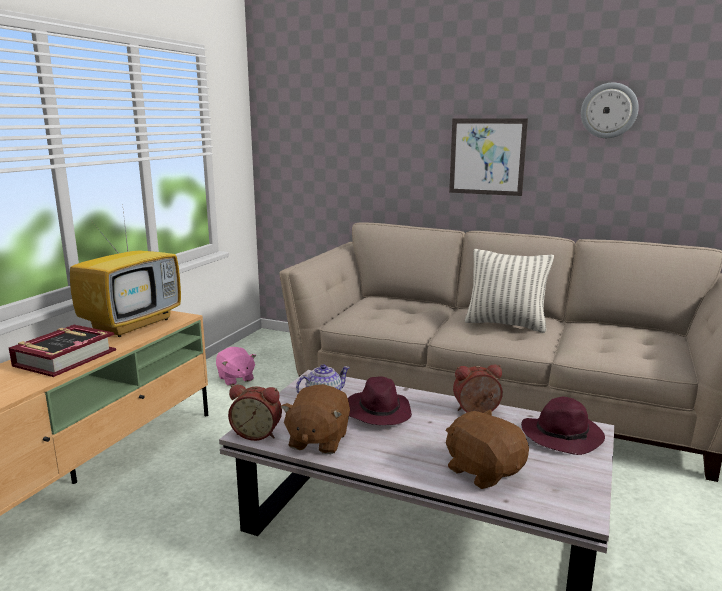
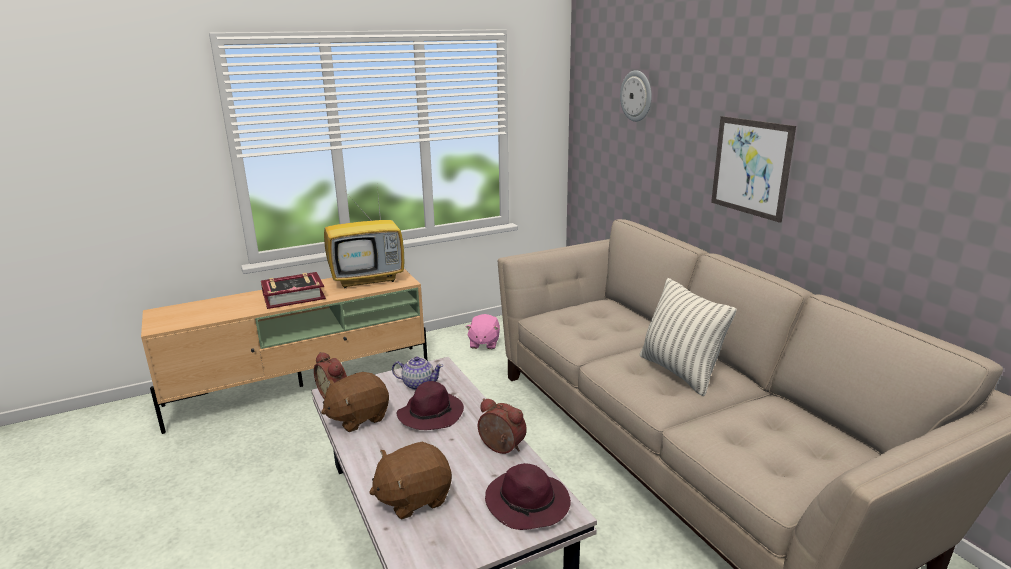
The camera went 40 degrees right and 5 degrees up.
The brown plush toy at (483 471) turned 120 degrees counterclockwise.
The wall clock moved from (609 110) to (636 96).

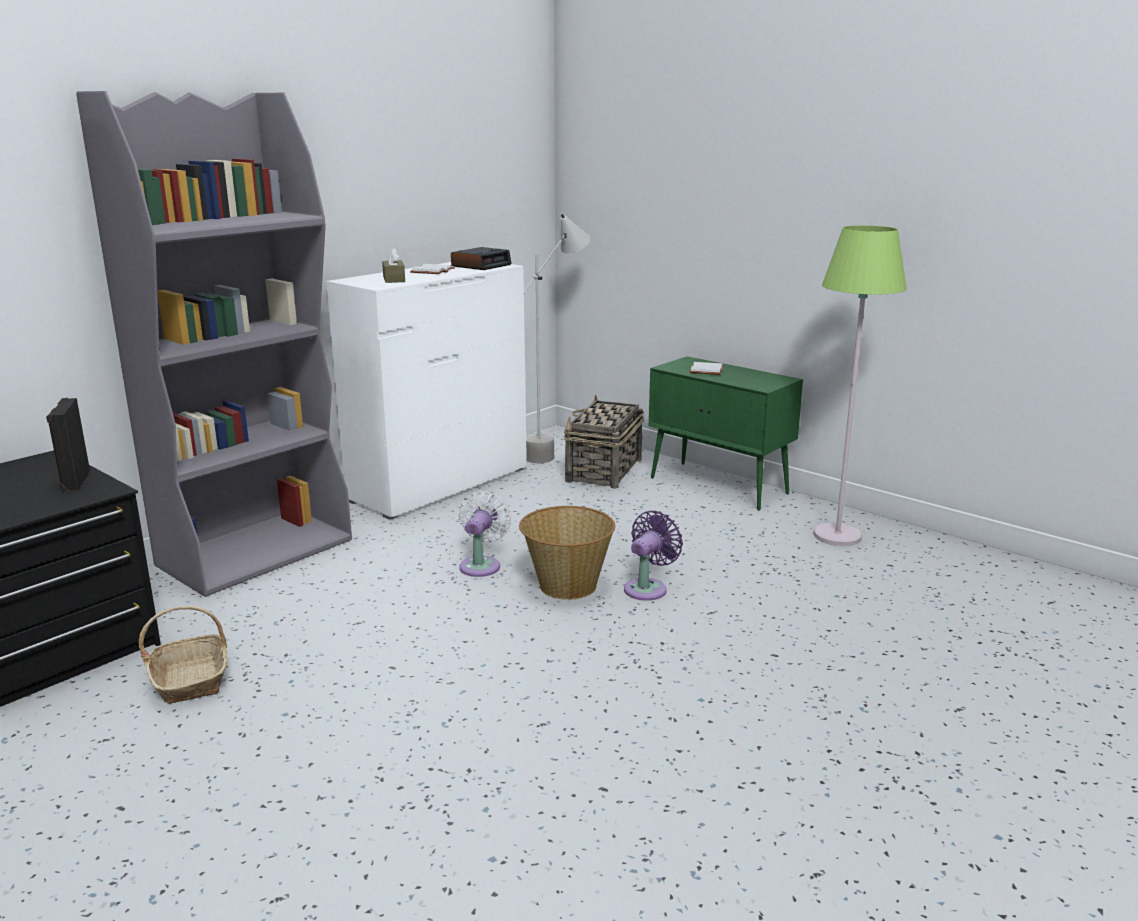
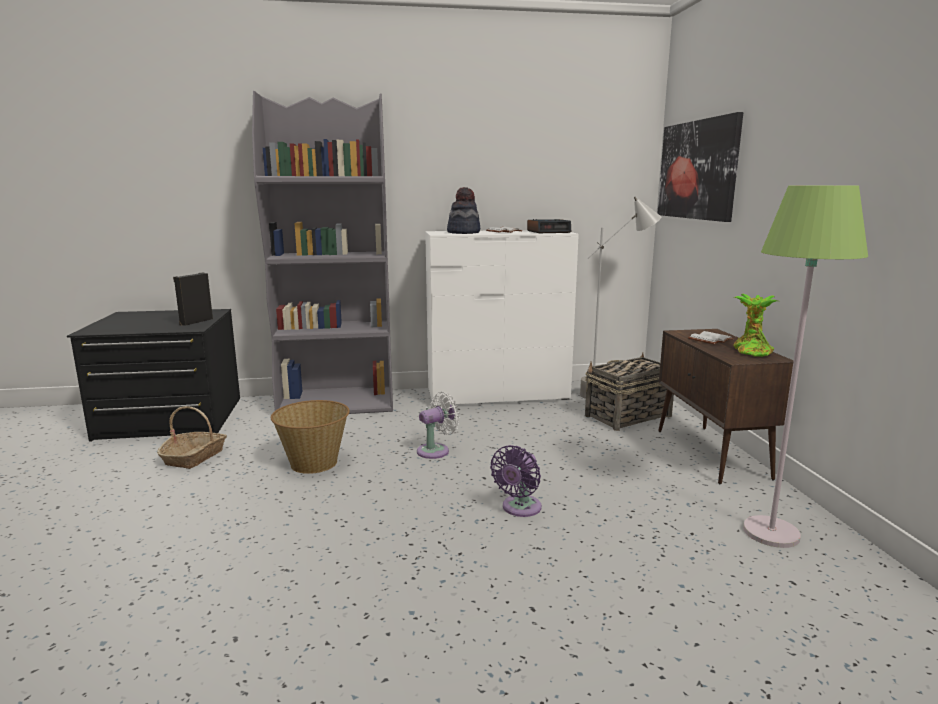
The camera went 40 degrees right and 5 degrees down.
The brown tissue box at (394 279) was replaced by the hat at (463 232).
The basket moved from (567 585) to (314 462).
The purple fan at (648 588) turned 135 degrees clockwise.
The green cabinet at (719 486) became the brown cabinet at (712 454).
The picture at (697 170) appeared.
The potted plant at (751 351) appeared.

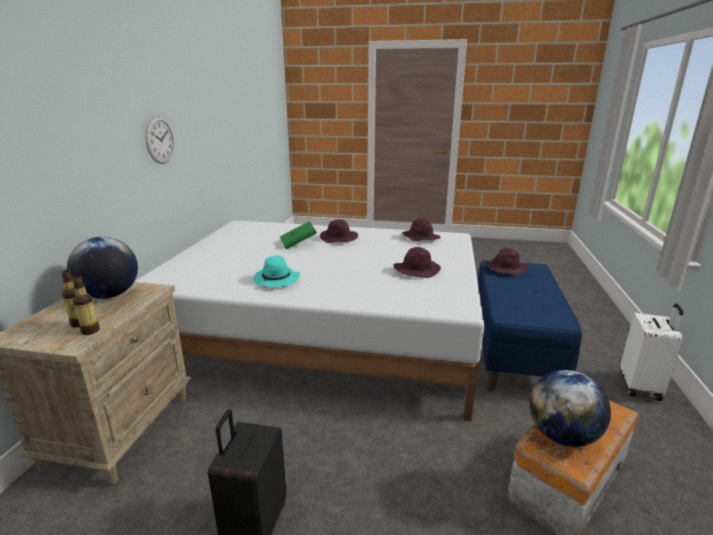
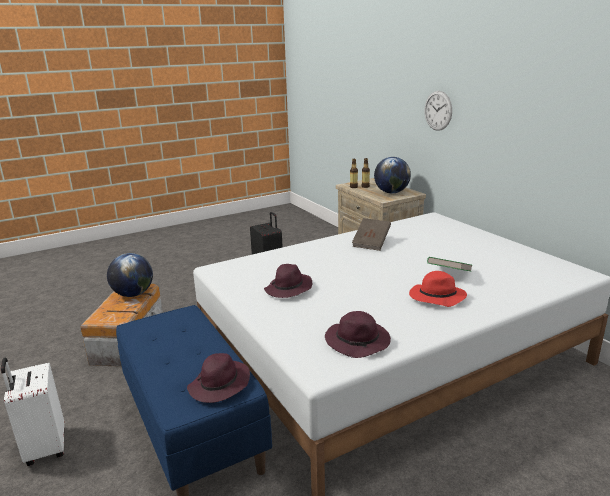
The camera went 140 degrees right and 0 degrees up.
The wall clock moved from (160 140) to (438 110).
The turquoise hat at (277 280) was replaced by the brown book at (371 243).
The purple hat at (339 238) became the red hat at (436 298).

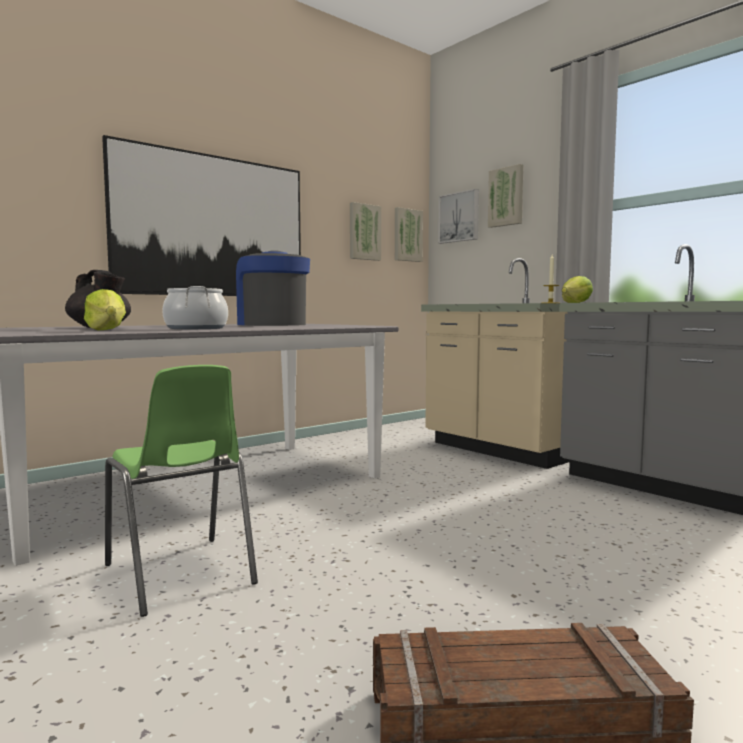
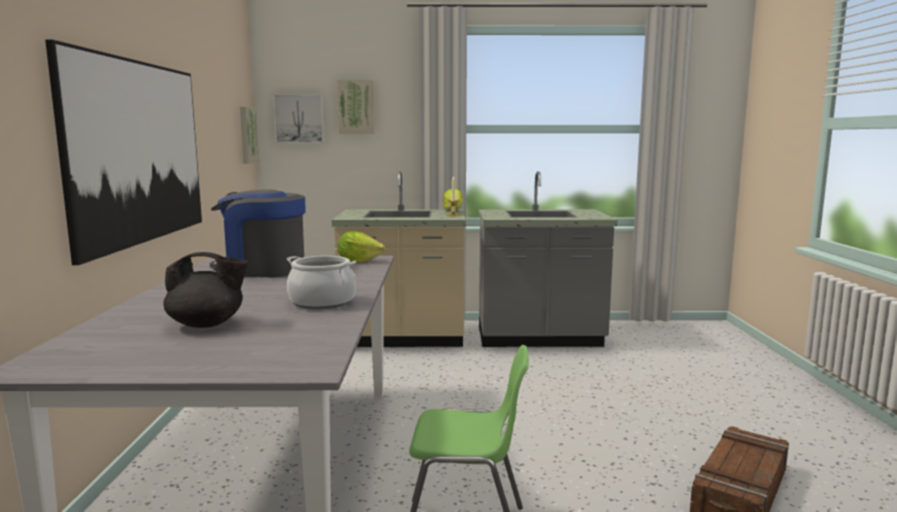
The camera went 50 degrees left and 5 degrees up.
The lettuce moved from (107 330) to (358 261).
The picture at (364 232) disappeared.

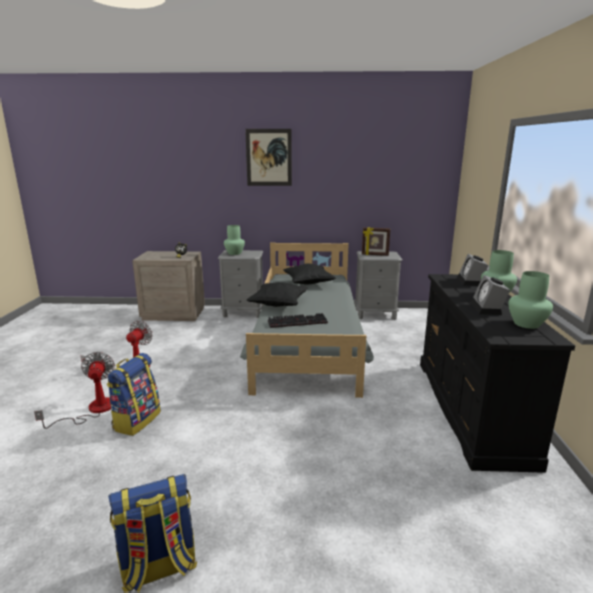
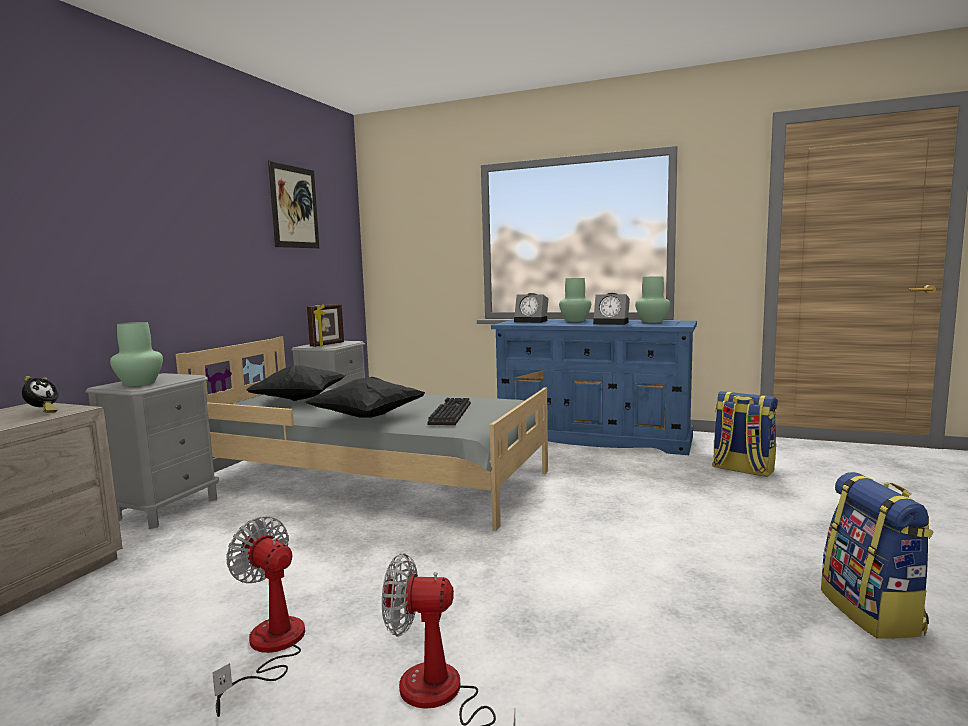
The camera went 70 degrees left and 10 degrees down.
The backpack moved from (136 420) to (742 469).
The picture moved from (269 157) to (294 207).
The black dresser at (471 408) became the blue dresser at (594 438).

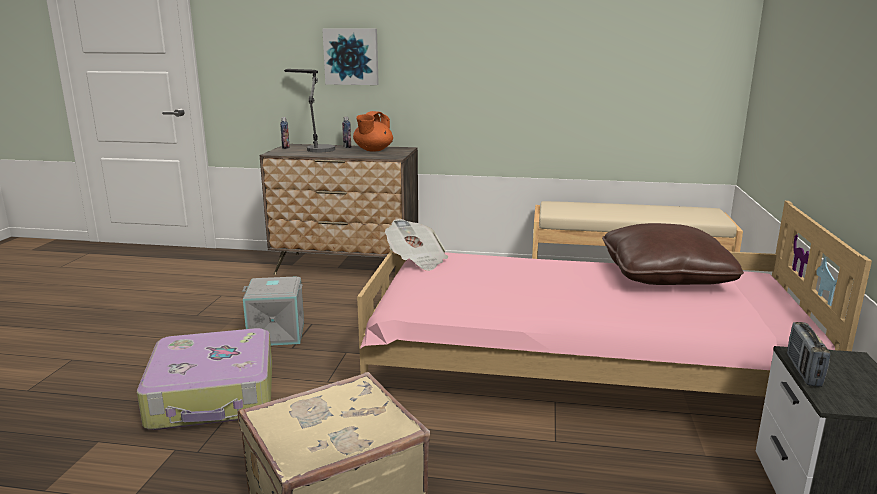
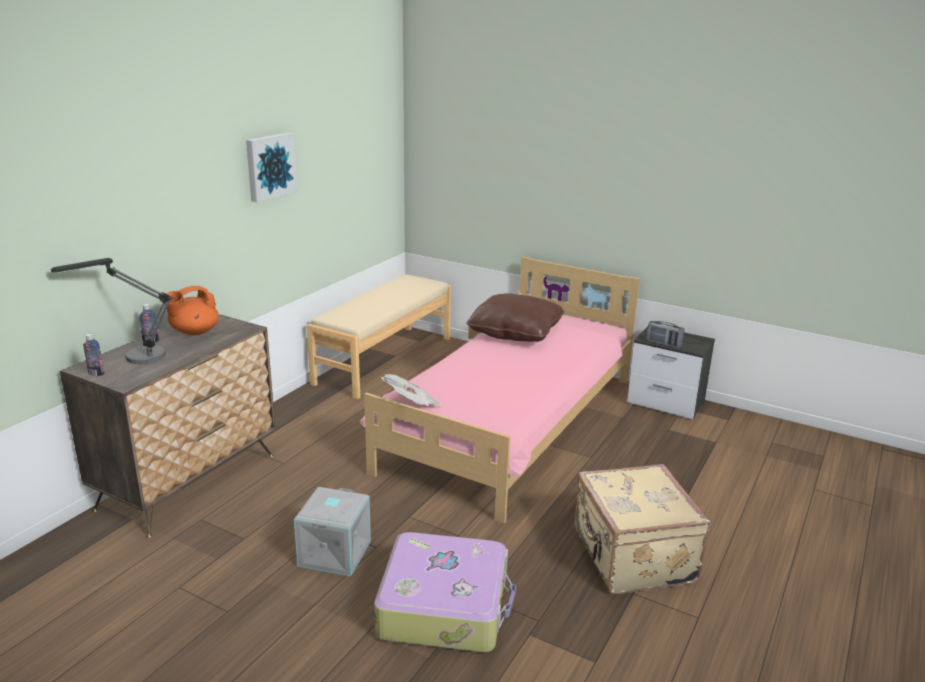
The camera went 70 degrees left and 5 degrees up.
The picture moved from (351 56) to (269 166).
The orange teapot at (373 150) turned 90 degrees clockwise.

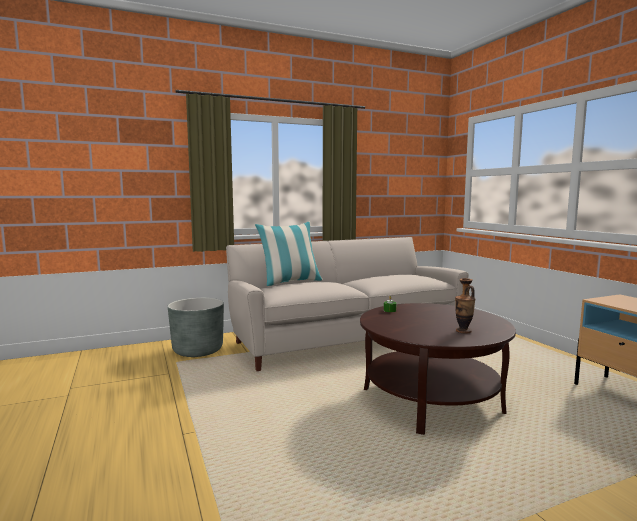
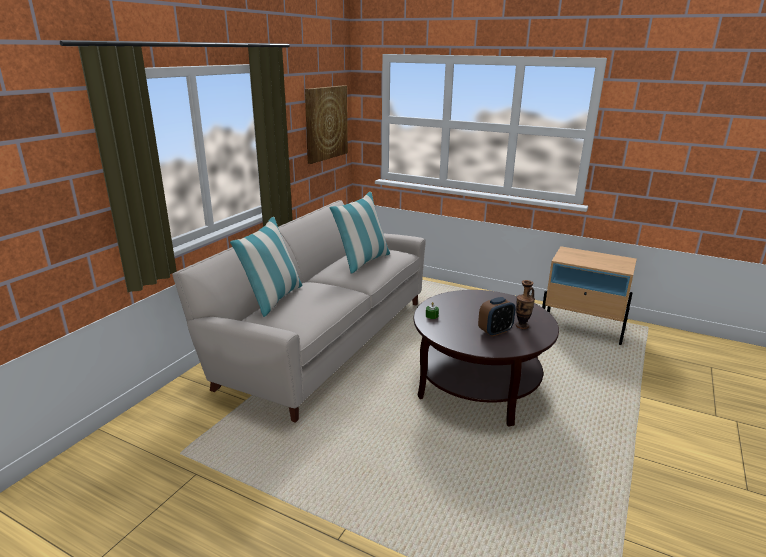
The camera went 40 degrees left and 15 degrees up.
The grey planter at (198 350) disappeared.
The picture at (325 123) appeared.
The pillow at (363 262) appeared.
The alarm clock at (495 331) appeared.

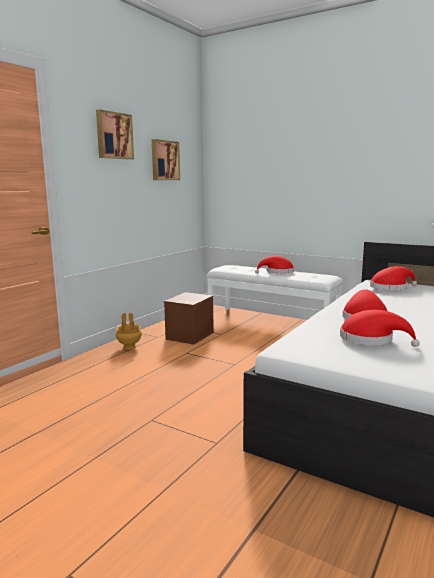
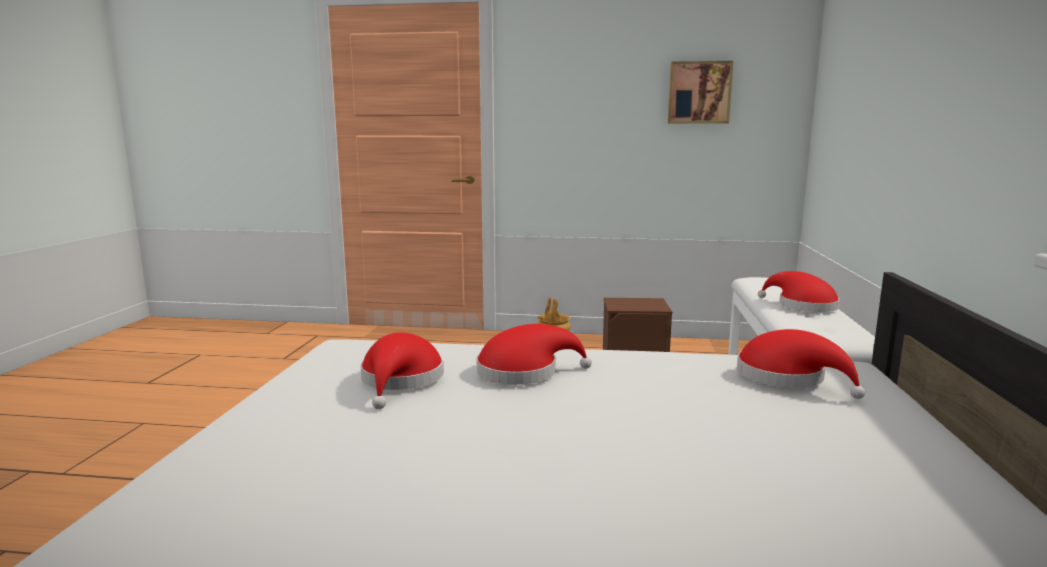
The camera went 65 degrees right and 0 degrees up.
The picture at (114 136) disappeared.

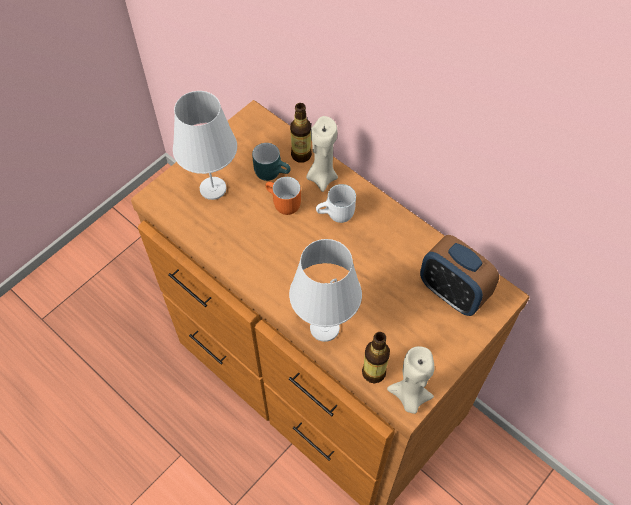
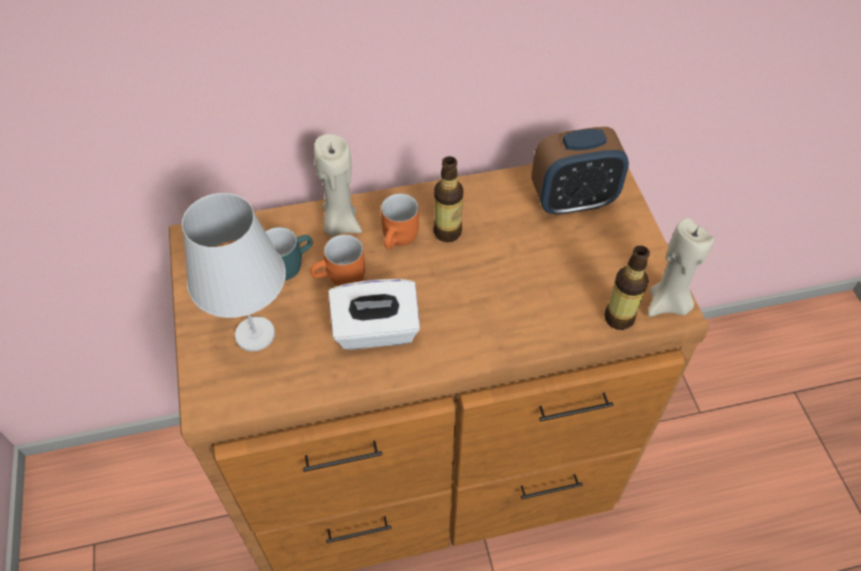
The camera went 55 degrees left and 5 degrees down.
The white table lamp at (324 327) disappeared.
The bottle moved from (301 155) to (447 232).
The white mug at (336 215) became the orange mug at (400 239).
The white tissue box at (376 331) appeared.

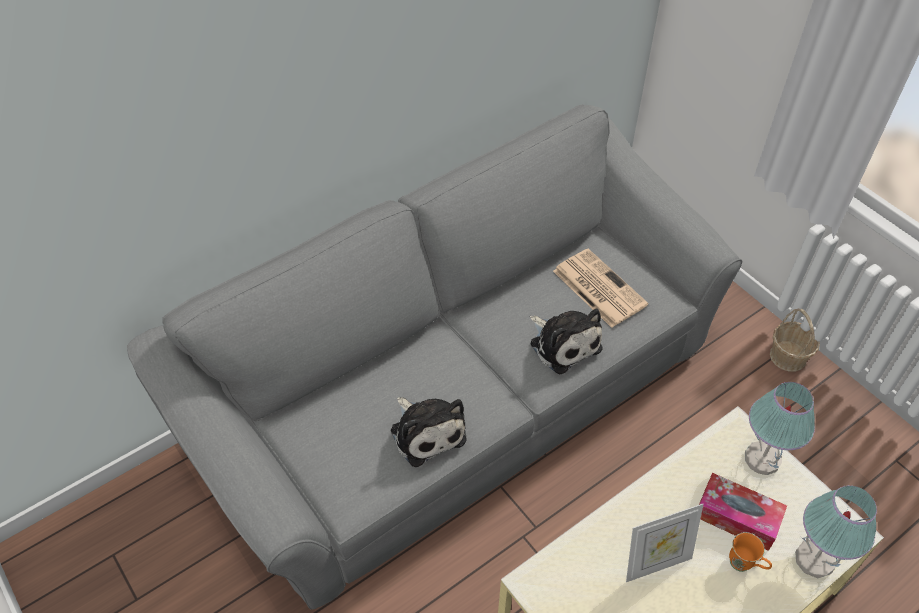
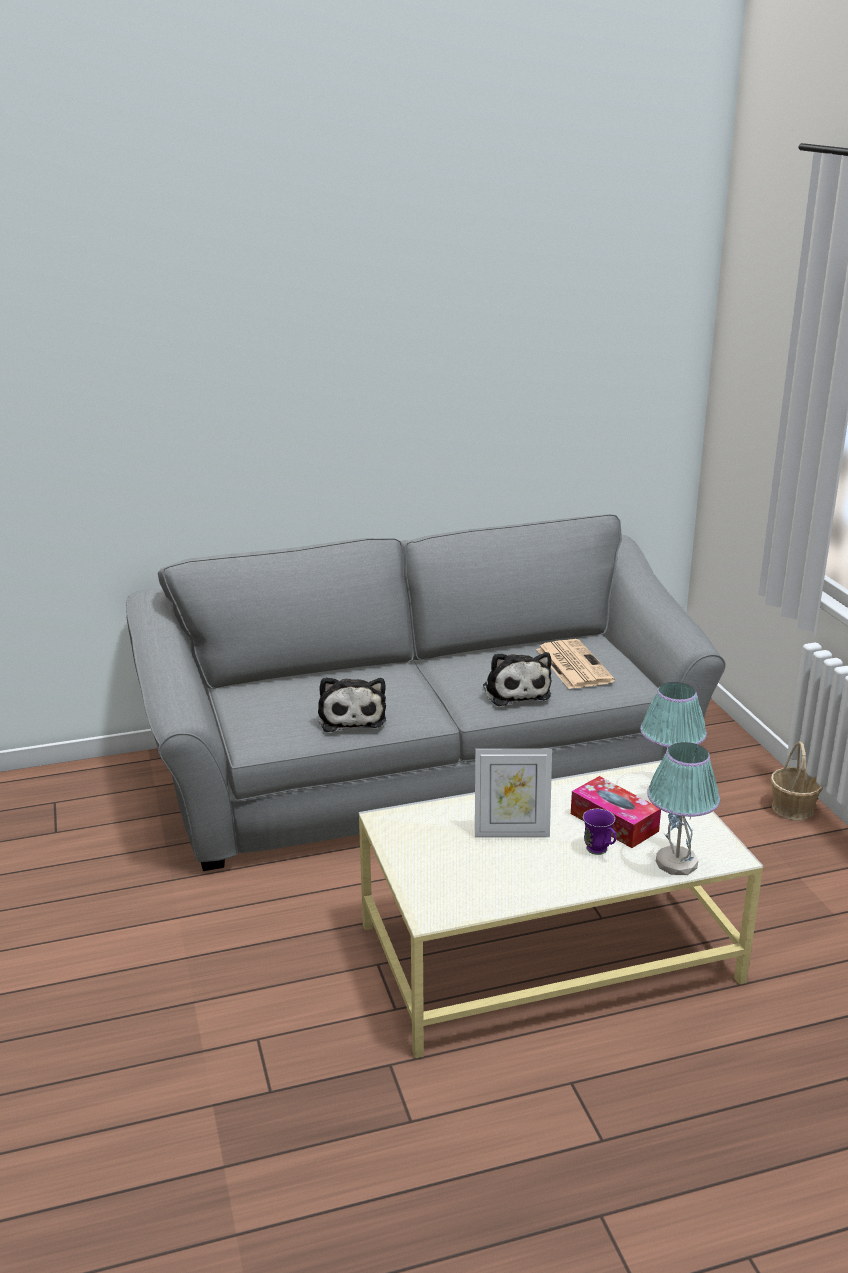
The camera went 20 degrees right and 25 degrees down.
The orange mug at (744 565) became the purple mug at (600 852).

